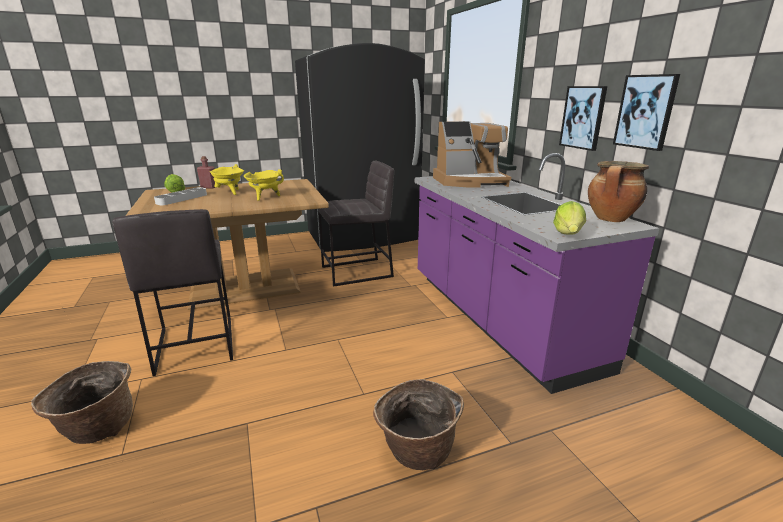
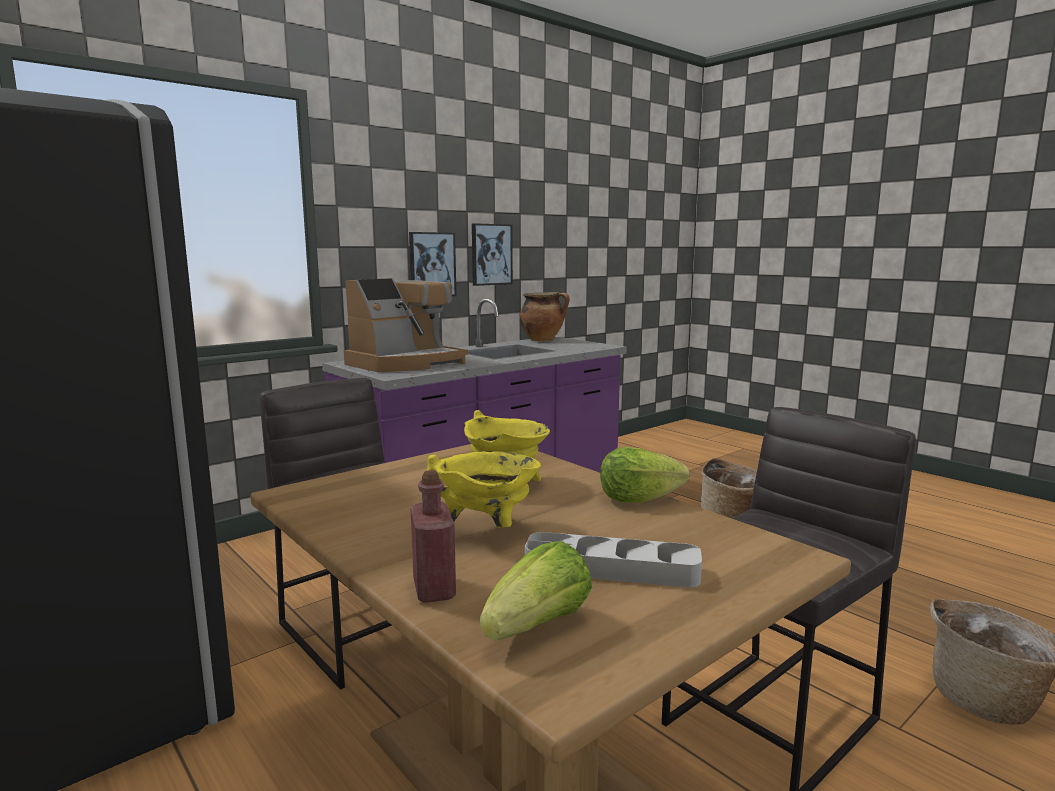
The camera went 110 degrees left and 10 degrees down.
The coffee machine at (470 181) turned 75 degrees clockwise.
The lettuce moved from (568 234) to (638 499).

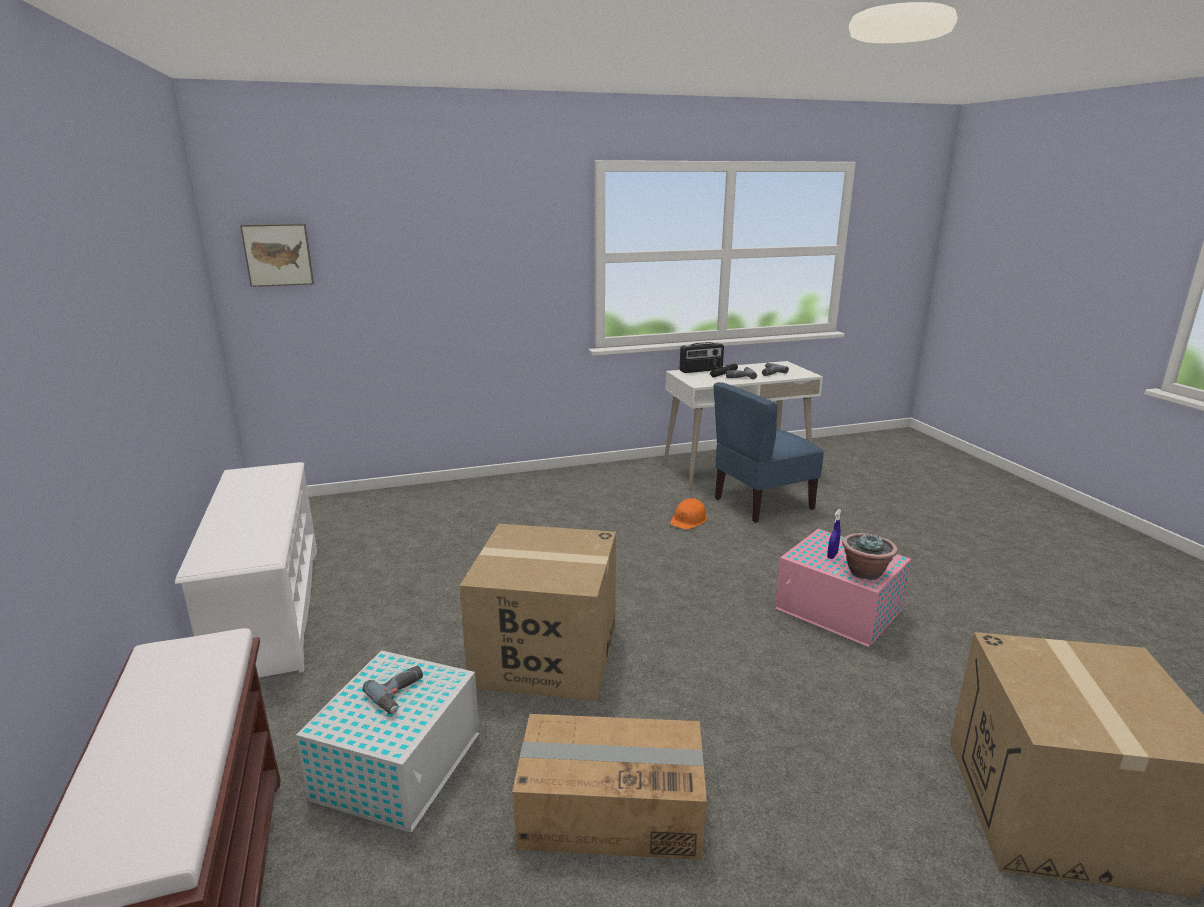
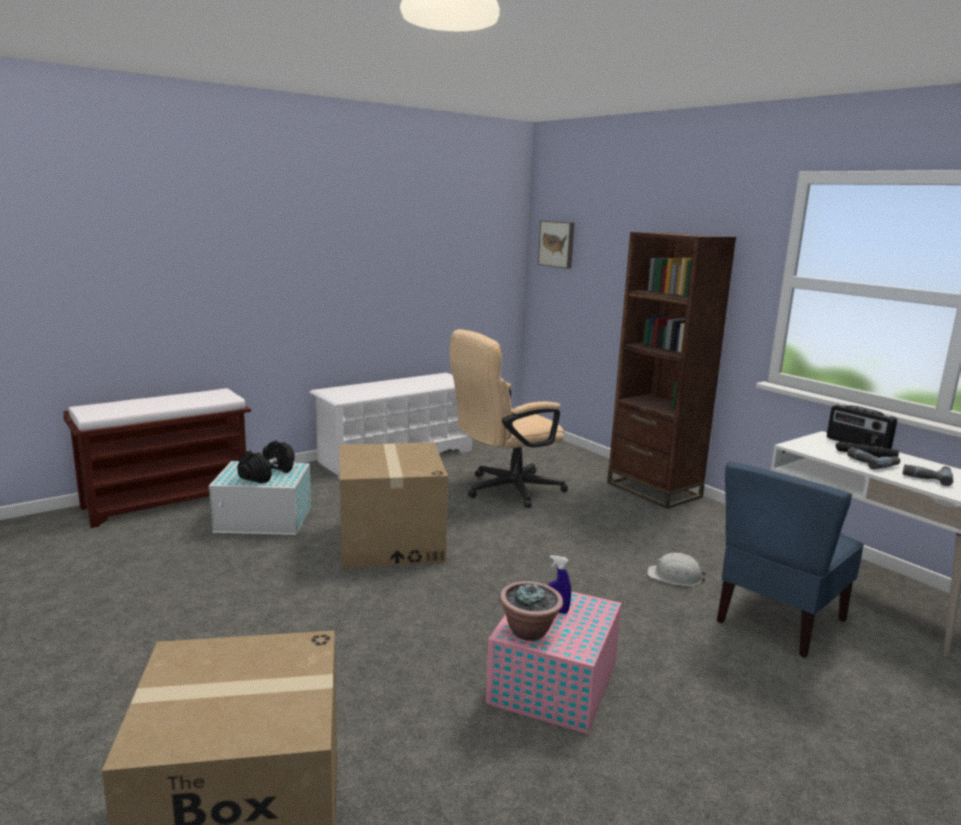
The camera went 70 degrees right and 5 degrees down.
The power drill at (401 694) was replaced by the black dumbbell at (267 474).
The cardboard box at (610 808) disappeared.
The orange hard hat at (689 520) became the white hard hat at (675 577).
The blue chair at (762 503) turned 90 degrees counterclockwise.
The beige office chair at (505 490) appeared.
The brown bookcase at (653 490) appeared.

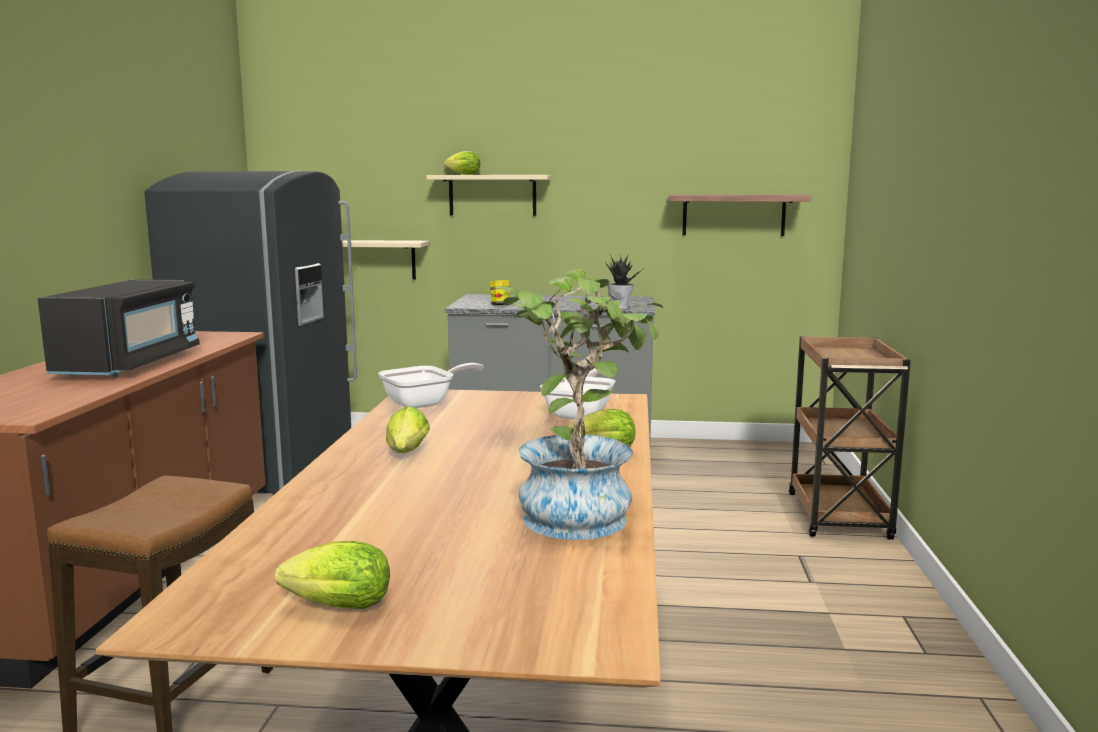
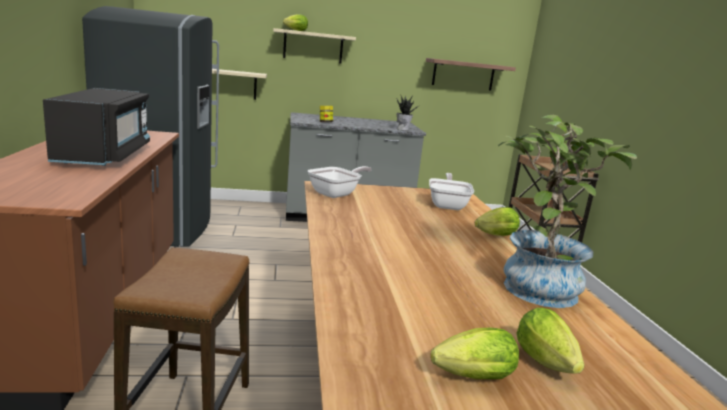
The camera went 15 degrees left and 5 degrees up.
The lettuce moved from (406 454) to (548 365).

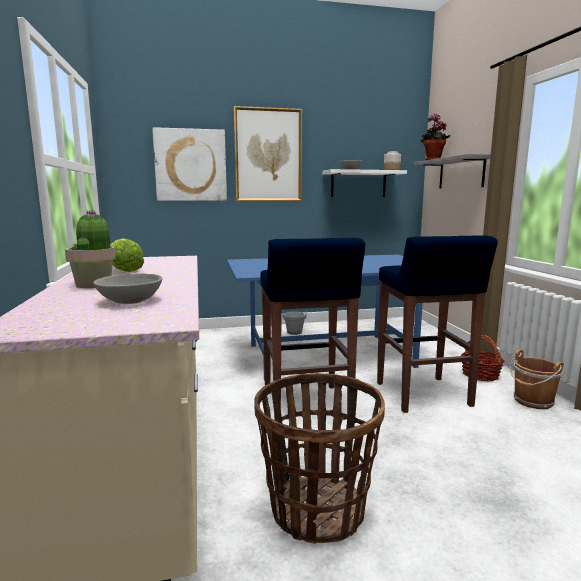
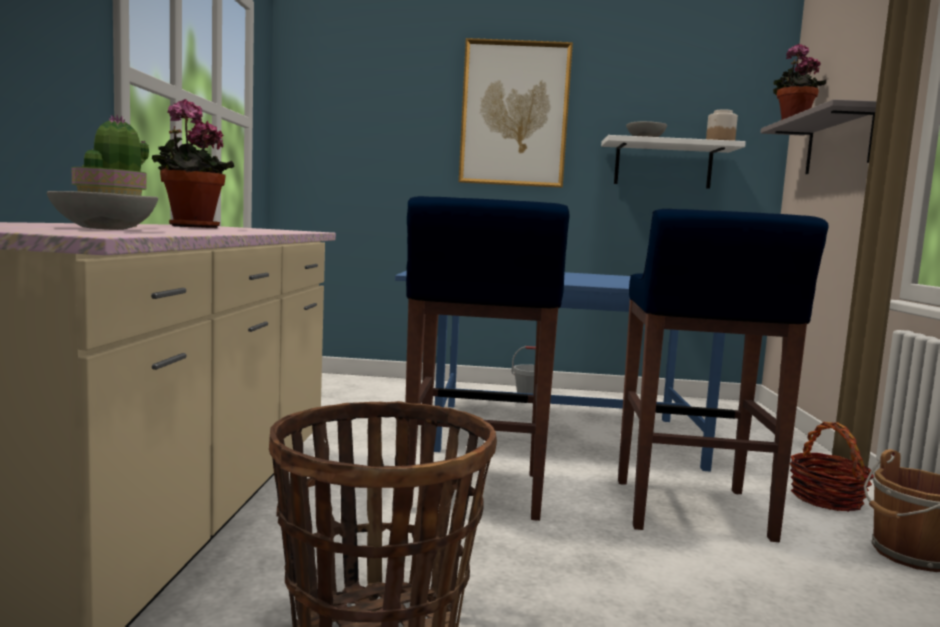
The camera went 15 degrees right and 5 degrees down.
The lettuce at (123 270) was replaced by the potted plant at (190 227).
The picture at (190 165) disappeared.

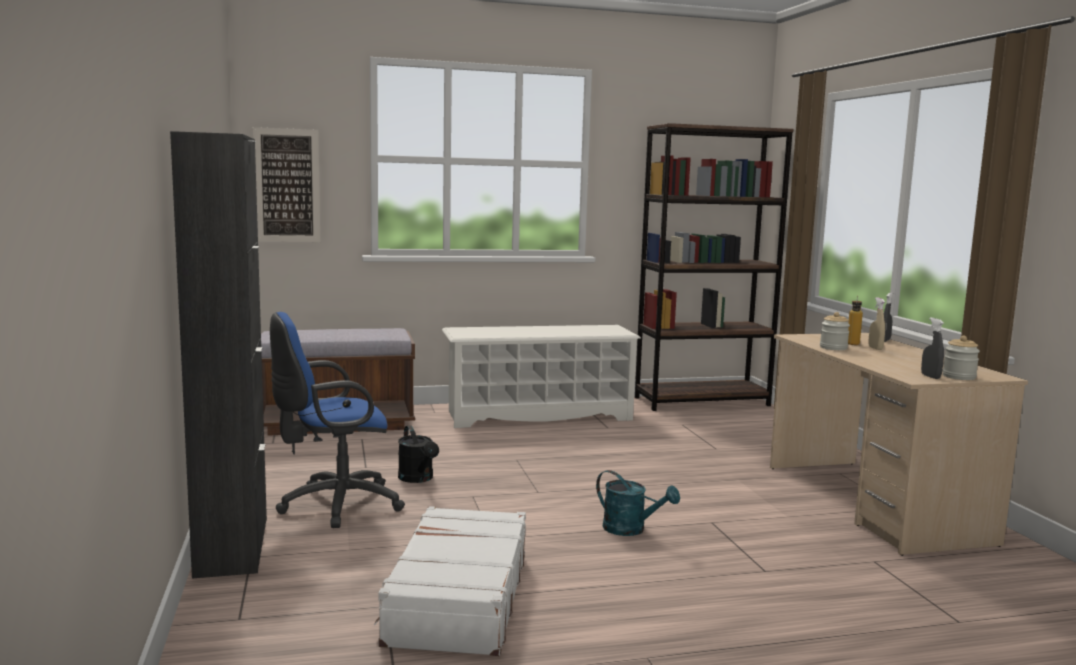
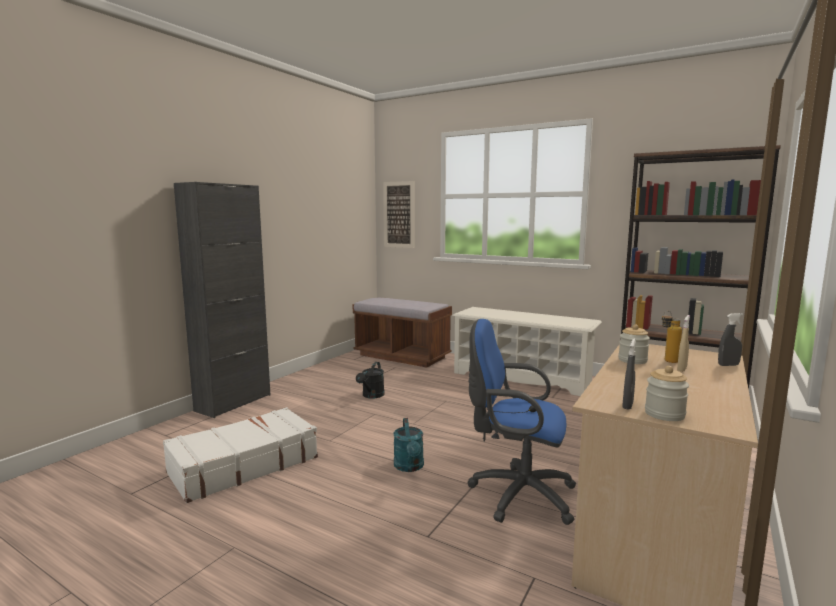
The camera went 45 degrees right and 0 degrees up.
The blue office chair moved from (334 505) to (517 494).

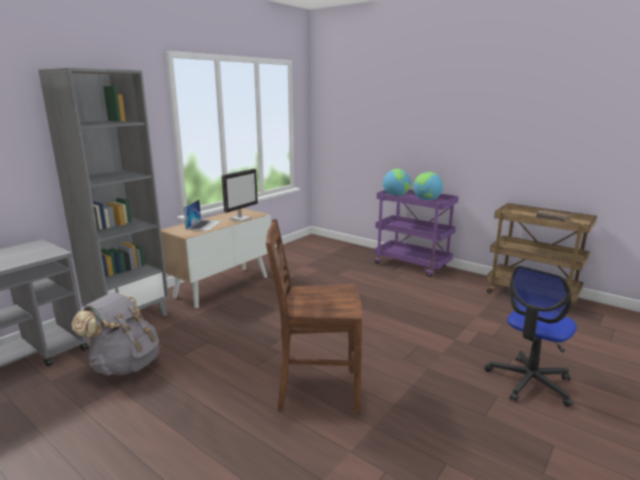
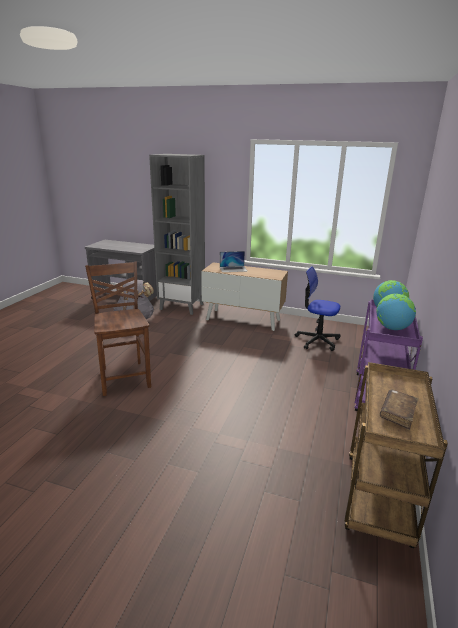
The camera went 70 degrees right and 5 degrees up.
The monitor at (240 218) disappeared.
The office chair moved from (529 382) to (317 340).

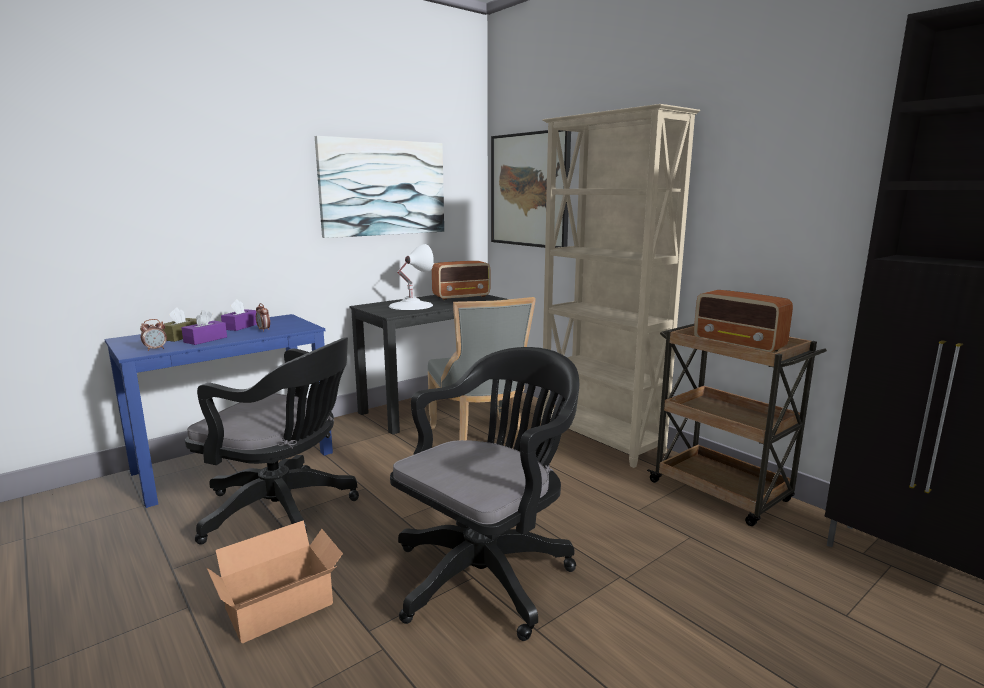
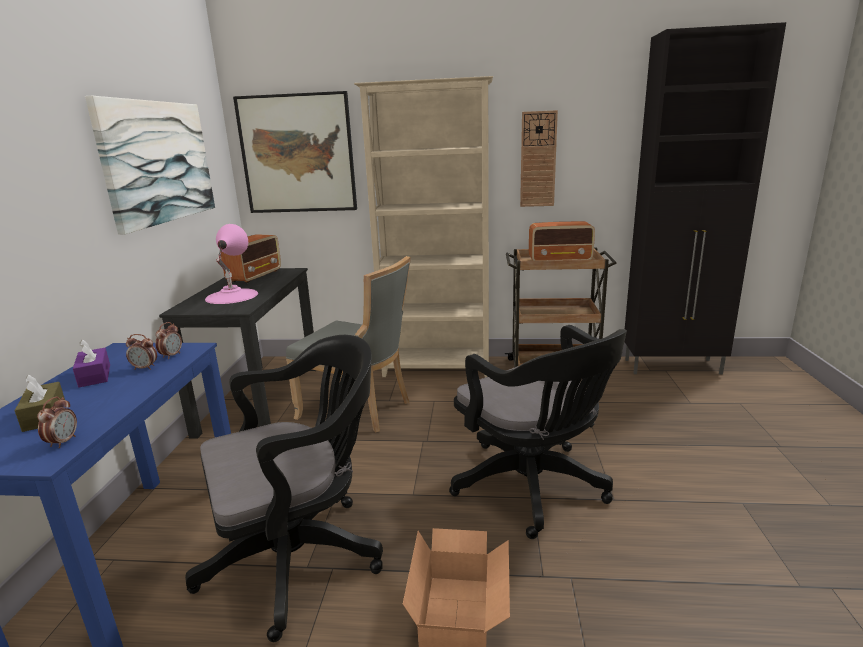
The camera went 45 degrees left and 5 degrees up.
The purple tissue box at (205 339) disappeared.
The white table lamp at (411 305) became the pink table lamp at (231 296).
The black office chair at (488 572) turned 150 degrees clockwise.
The alarm clock at (172 355) appeared.
The wall clock at (538 159) appeared.

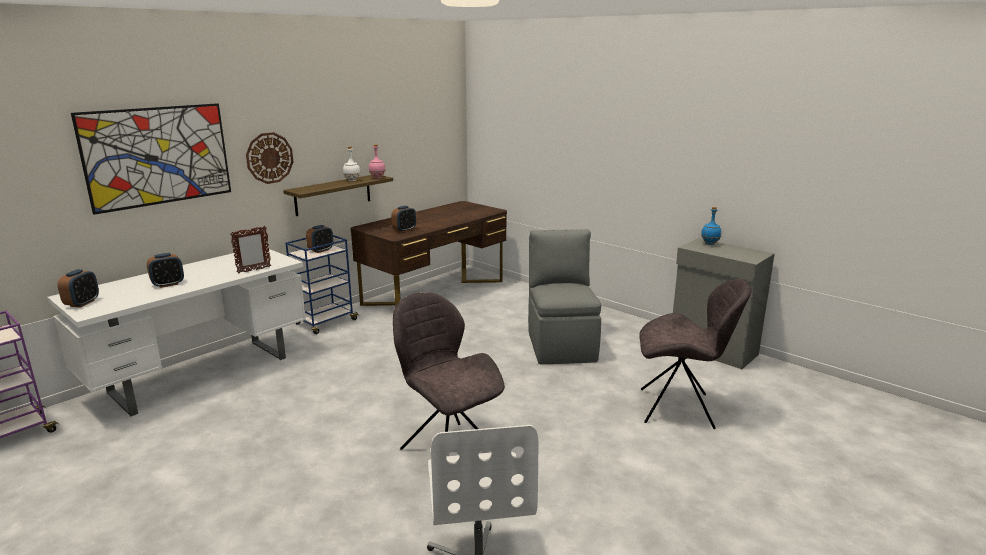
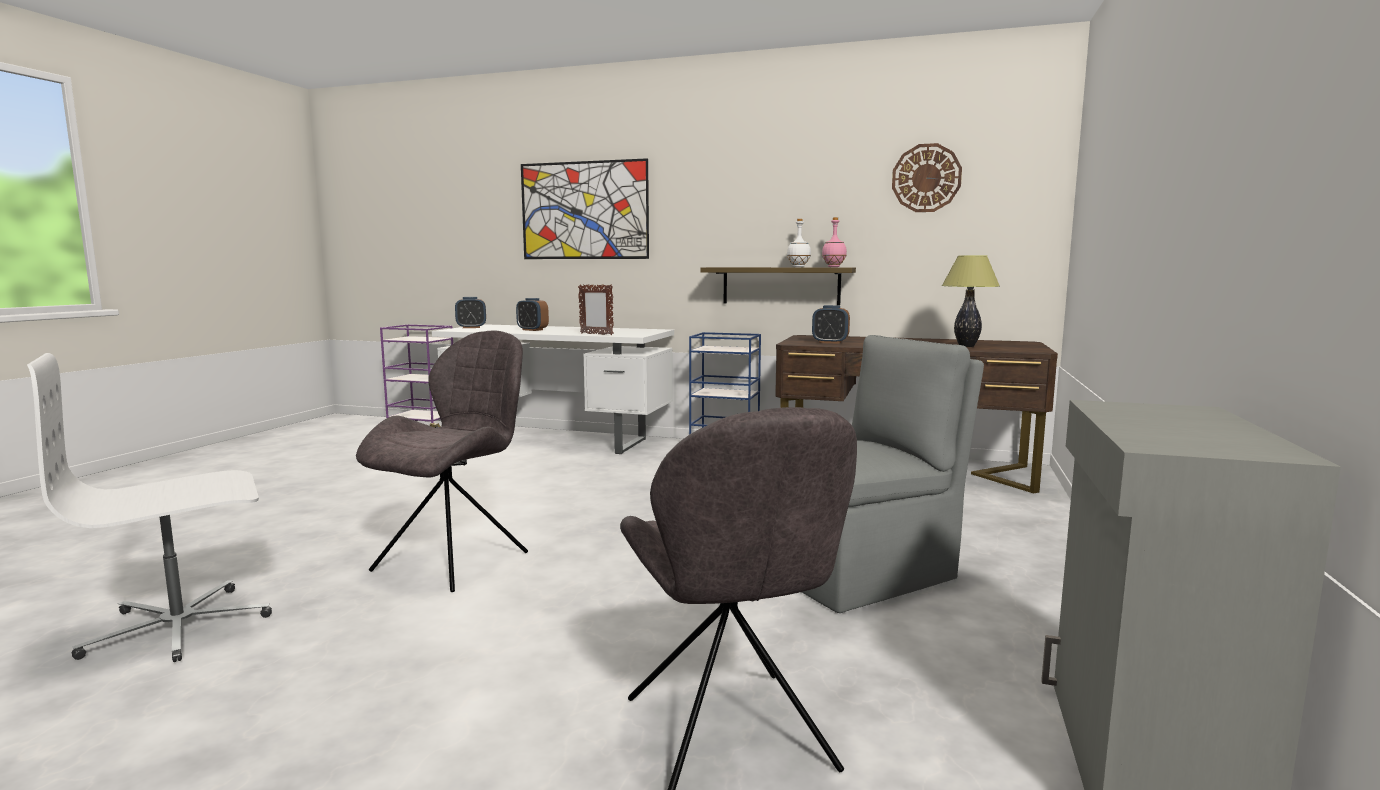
The camera went 65 degrees right and 10 degrees down.
The wall clock moved from (269 158) to (926 178).
The alarm clock at (321 250) disappeared.
The blue bottle at (710 244) disappeared.
The table lamp at (967 346) appeared.

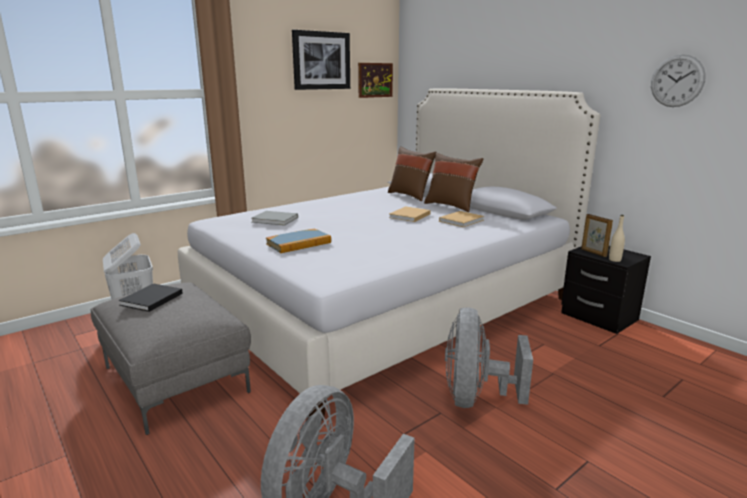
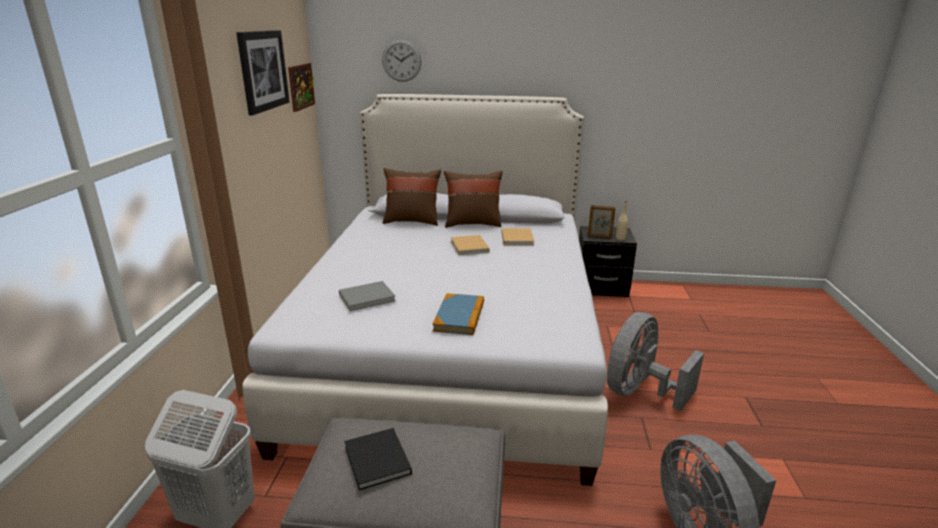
The camera went 45 degrees left and 5 degrees up.
The grey fan at (475 397) turned 75 degrees clockwise.
The wall clock moved from (677 81) to (401 60).

